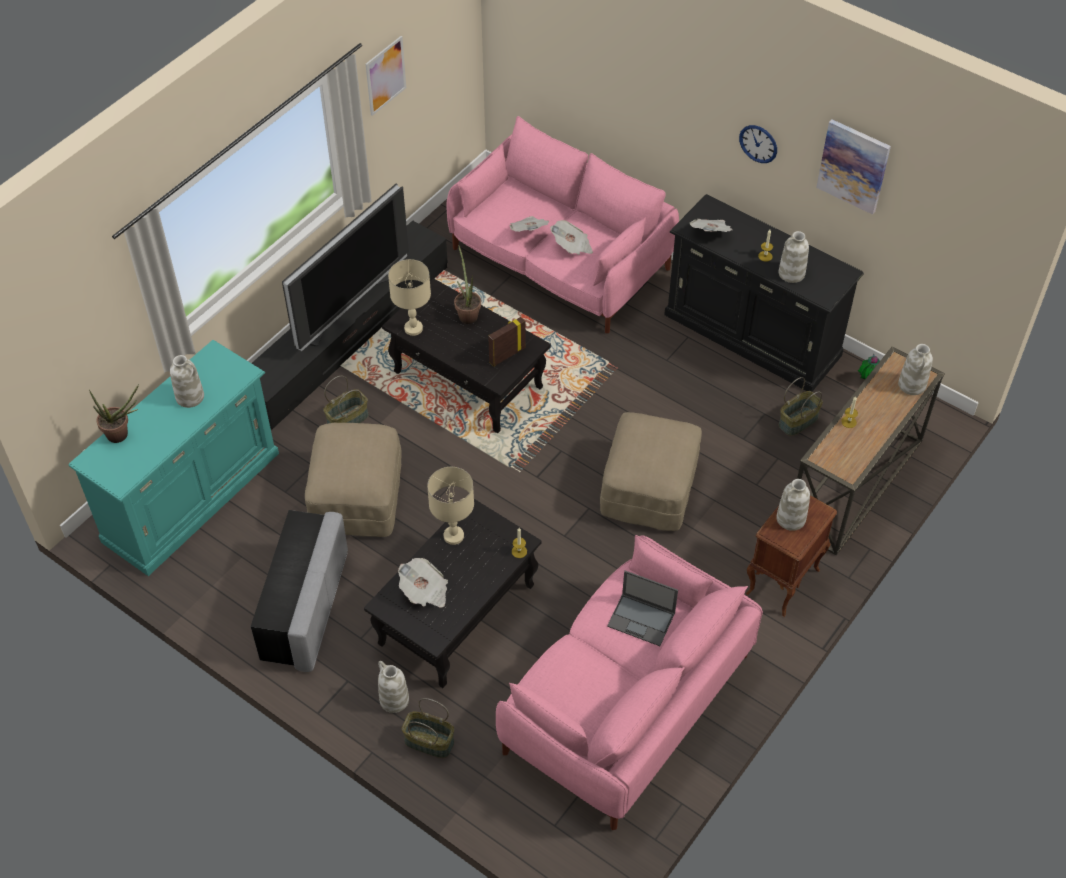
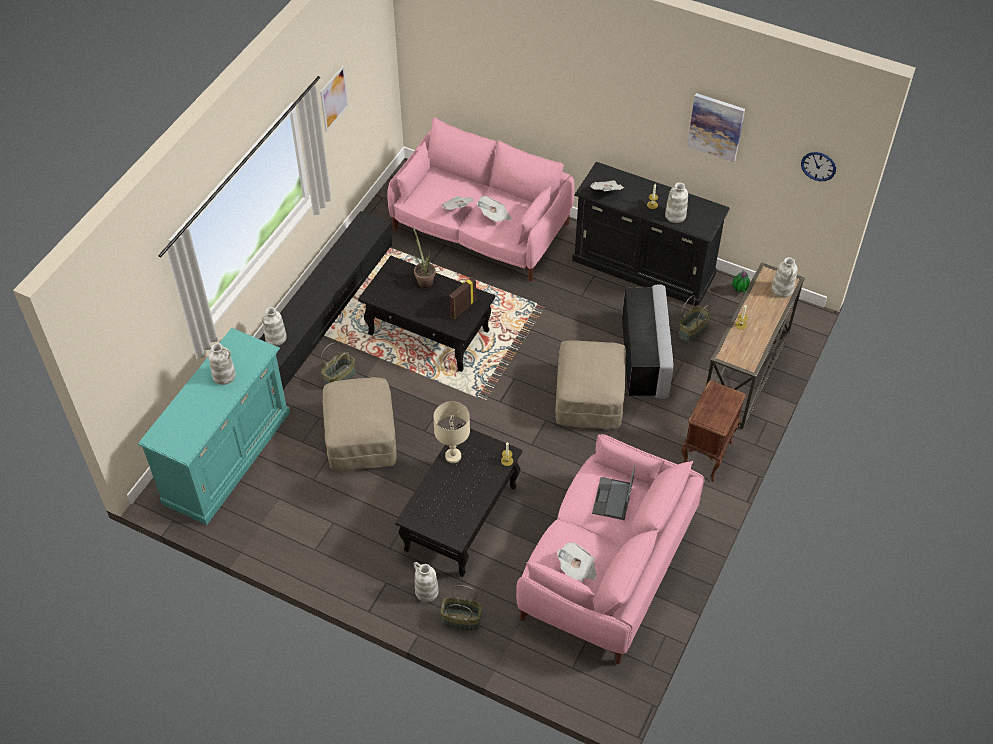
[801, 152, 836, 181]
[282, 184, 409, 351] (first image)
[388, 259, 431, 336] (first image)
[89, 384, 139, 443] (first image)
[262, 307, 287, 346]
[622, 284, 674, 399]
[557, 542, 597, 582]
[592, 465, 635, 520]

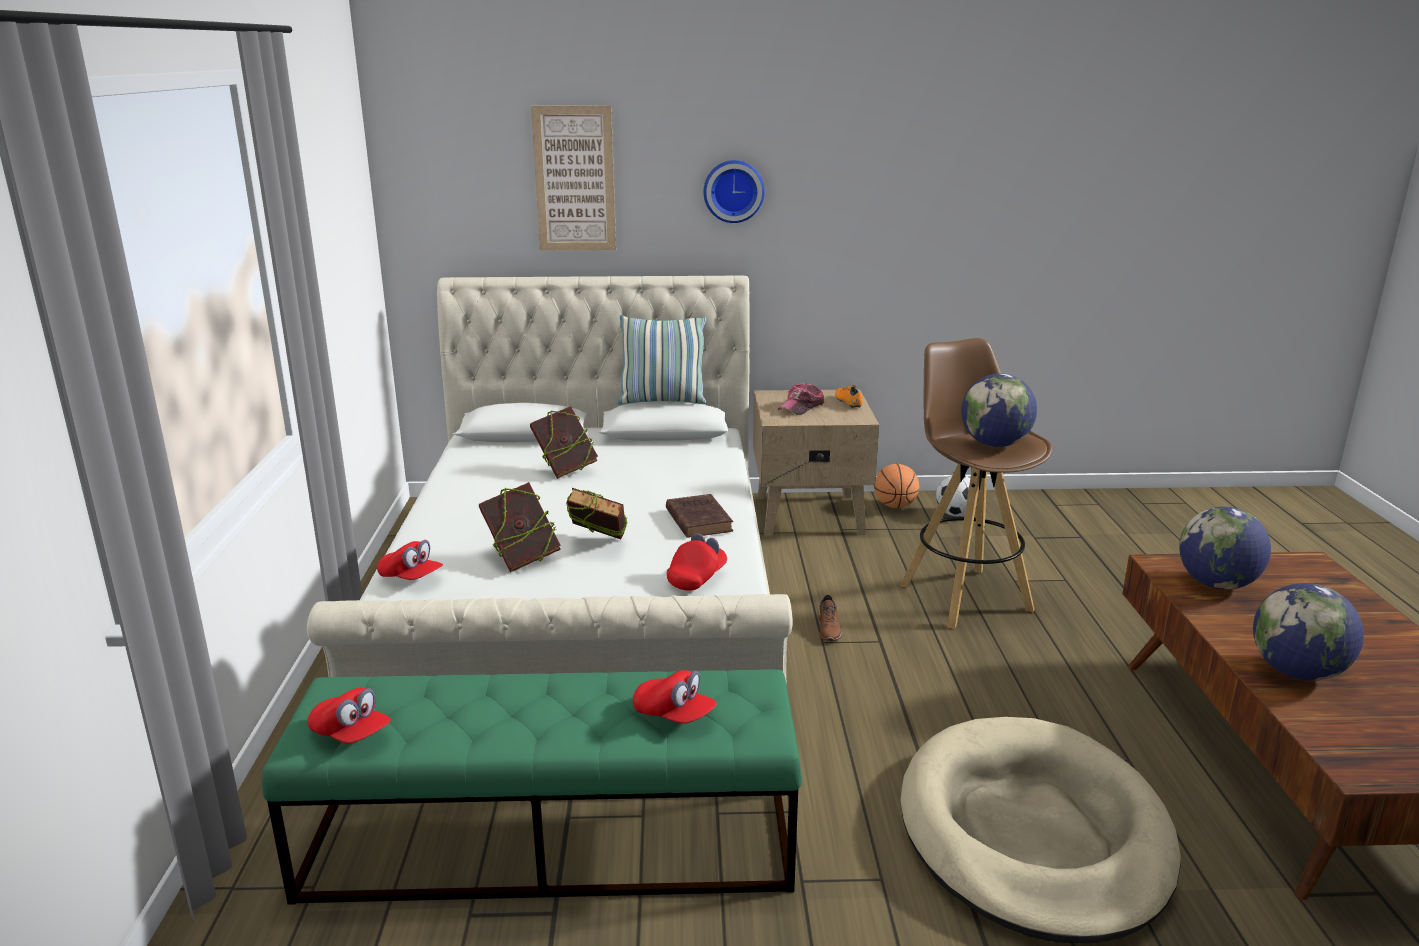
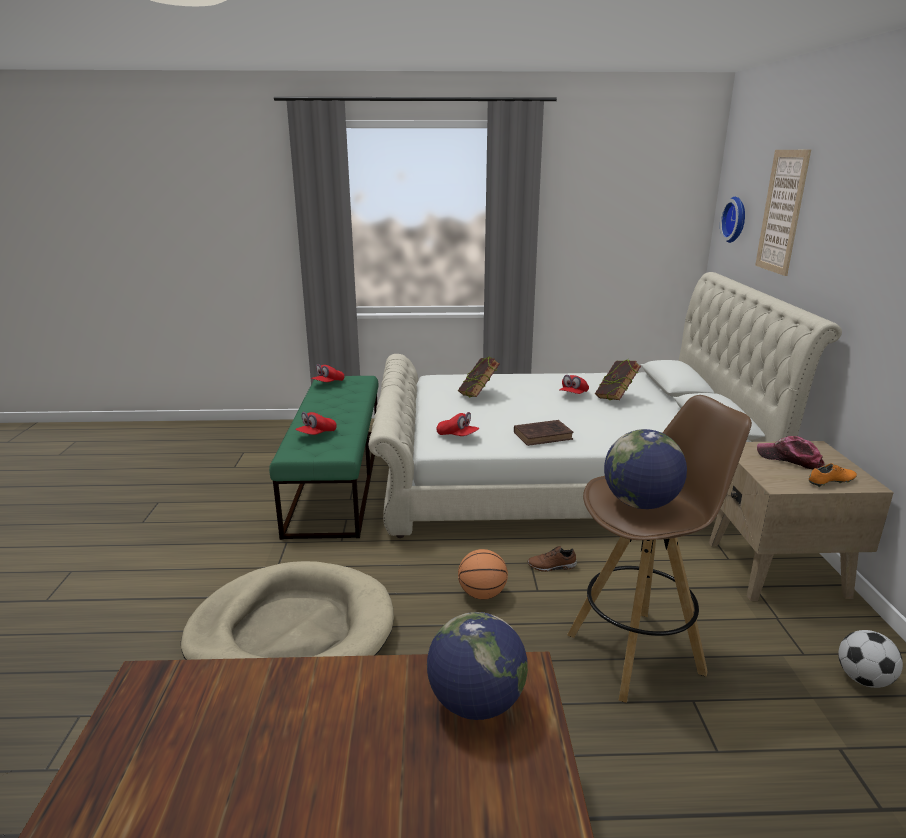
[720, 197, 745, 243]
[617, 315, 706, 405] (first image)
[458, 549, 508, 600]
[566, 488, 628, 539] (first image)
[560, 375, 589, 394]
[1253, 583, 1364, 681] (first image)

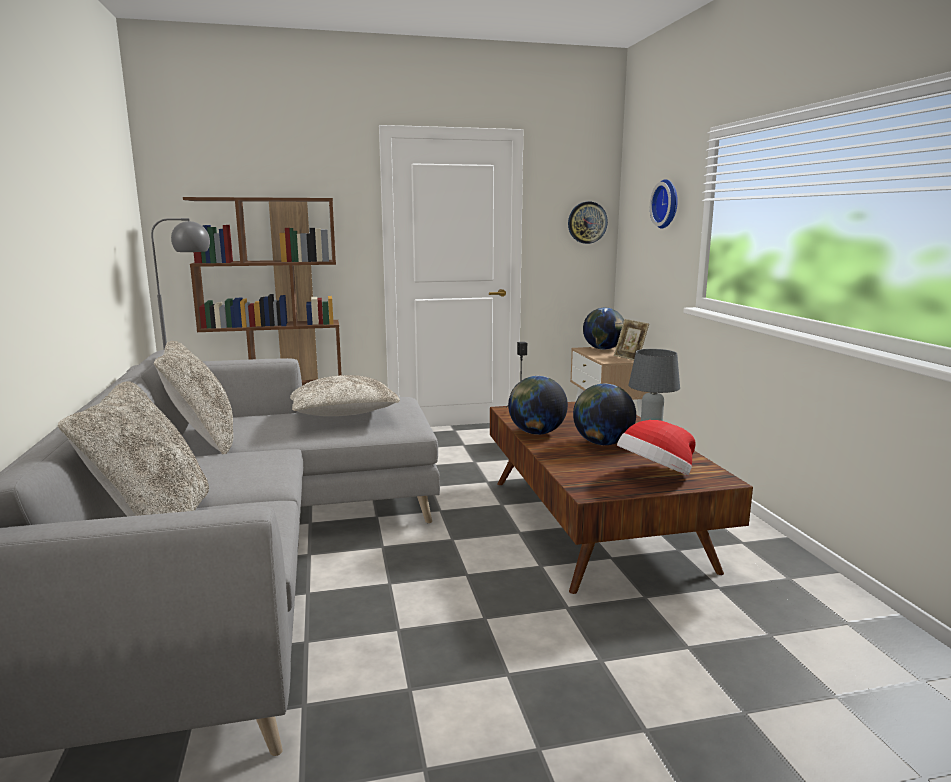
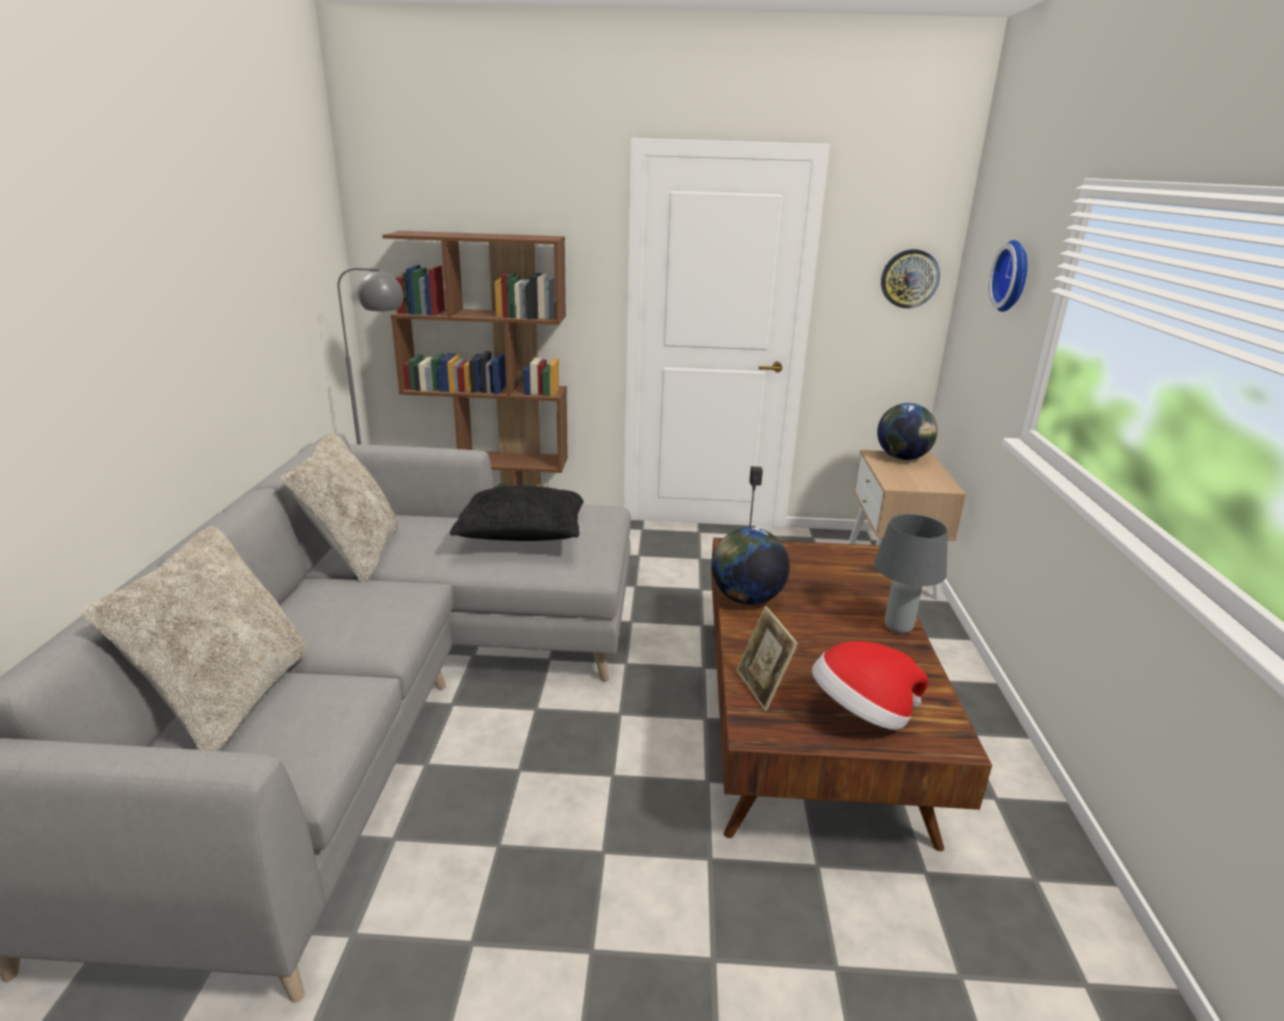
[737, 606, 798, 711]
[450, 486, 583, 541]
[573, 384, 636, 445] (first image)

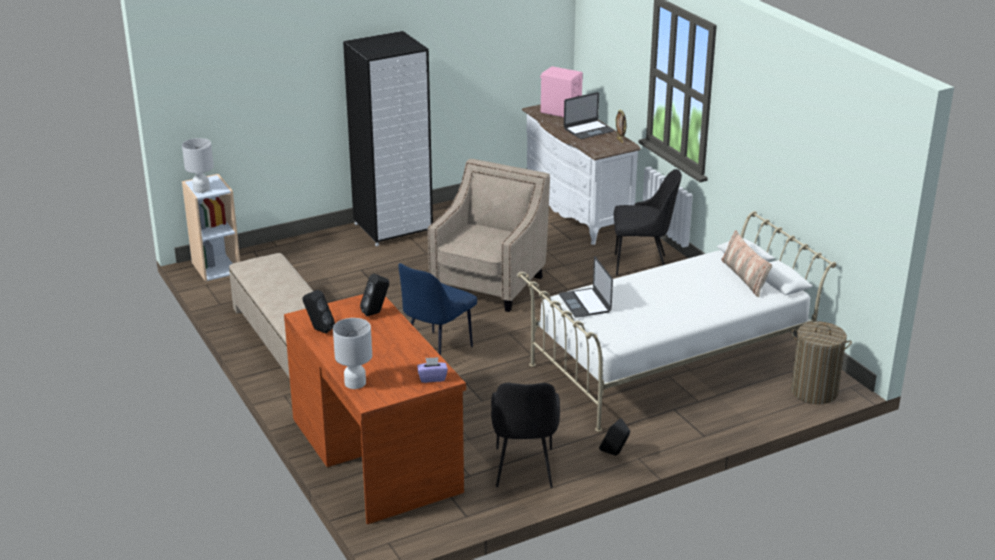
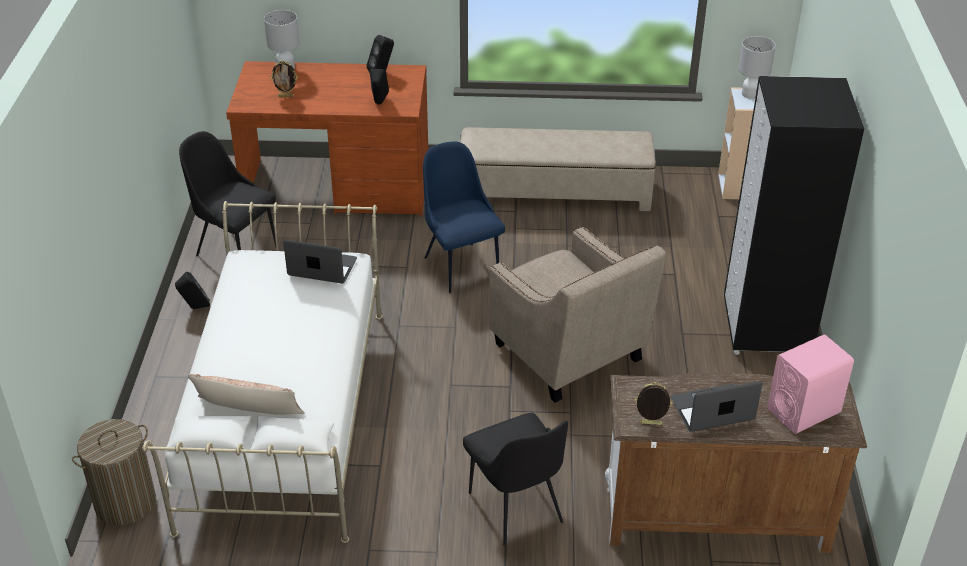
[670, 381, 763, 432]
[463, 413, 568, 546]
[417, 357, 448, 383] (first image)
[270, 61, 298, 97]

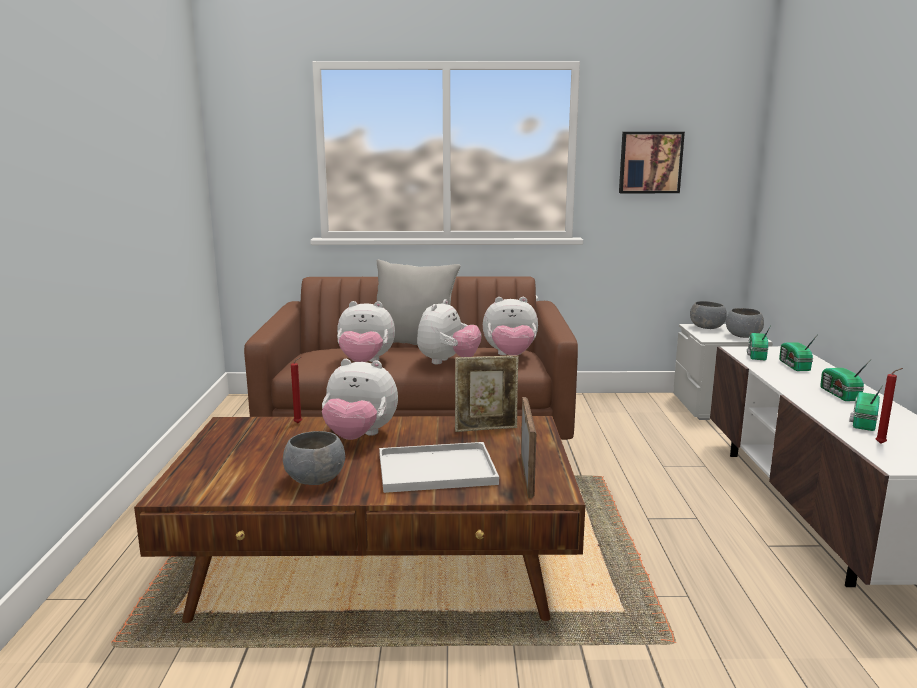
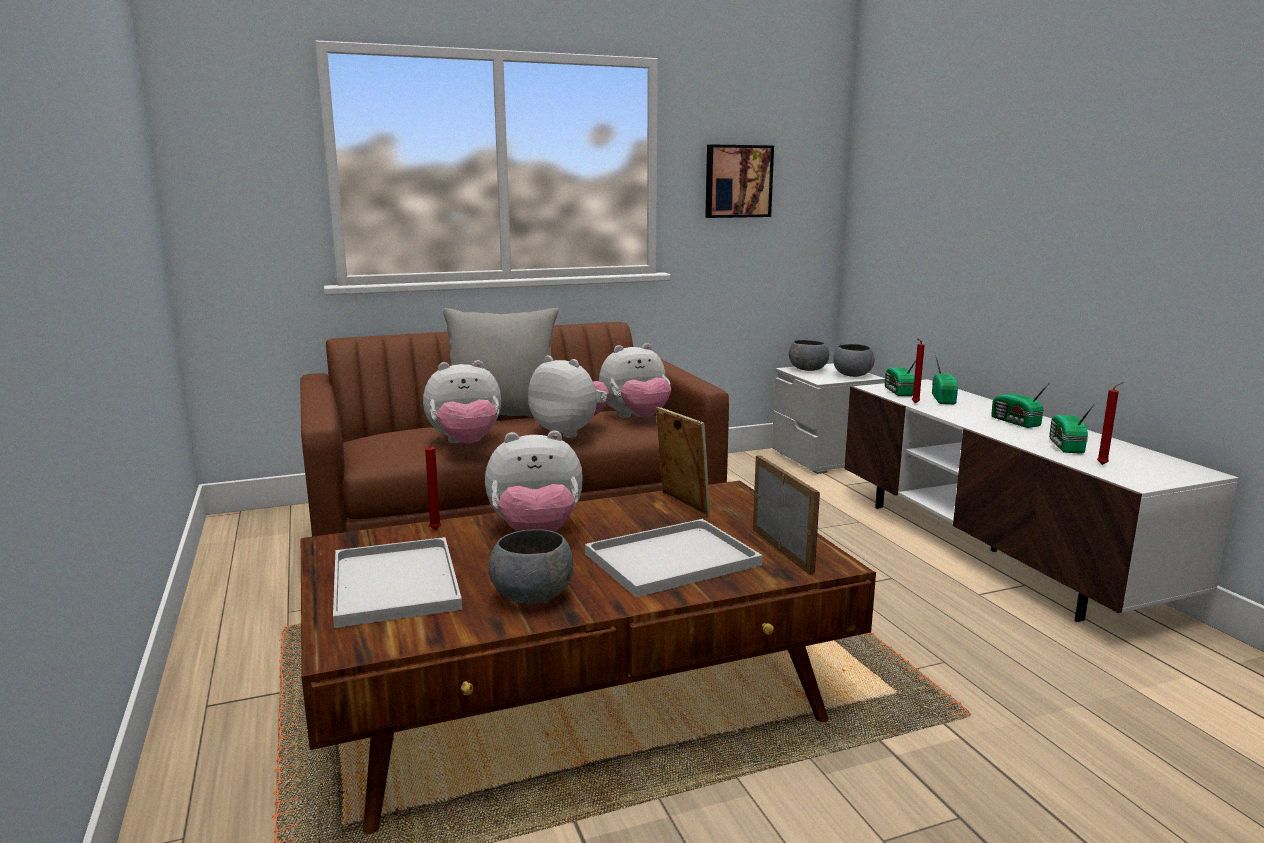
[528, 355, 609, 438]
[932, 354, 958, 404]
[656, 407, 710, 516]
[912, 338, 925, 403]
[333, 537, 462, 628]

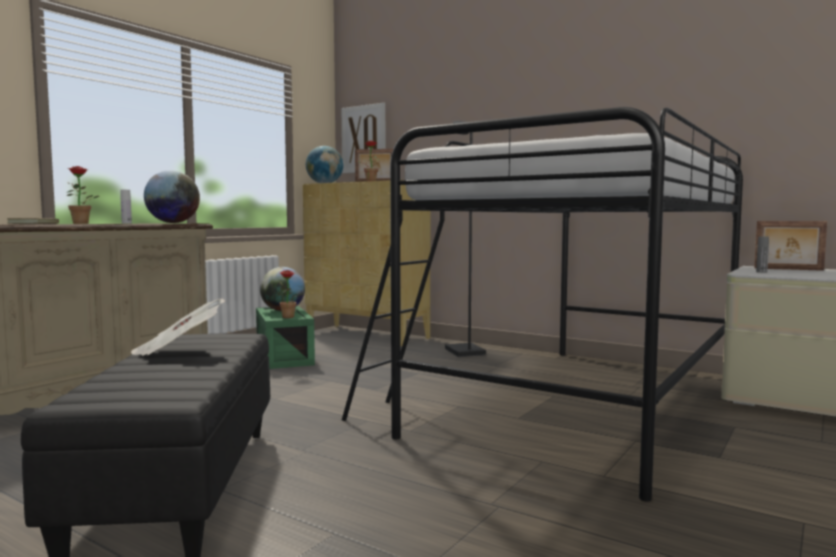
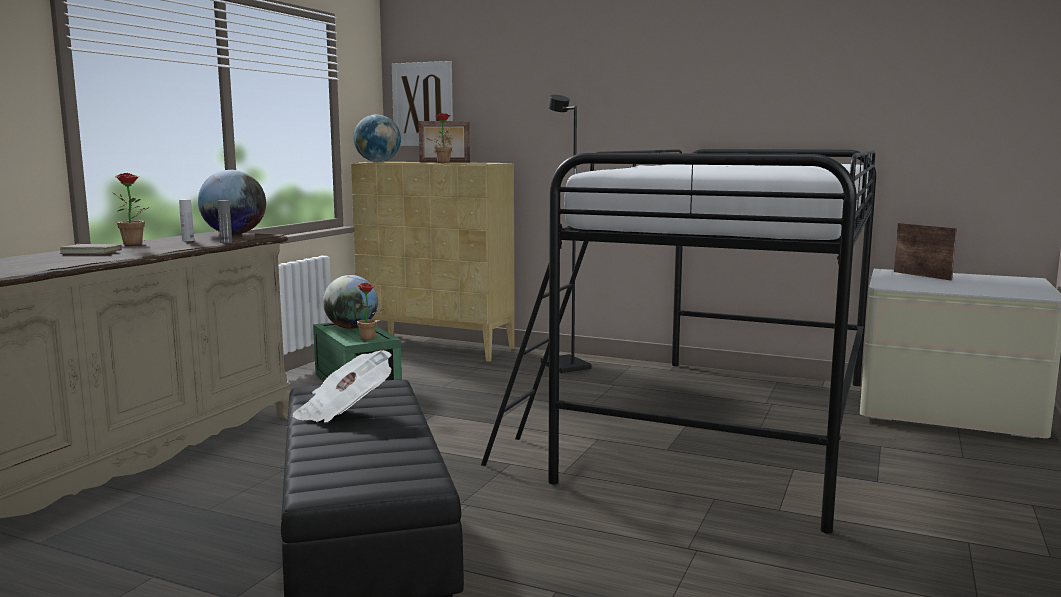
[894, 223, 957, 281]
[218, 200, 232, 243]

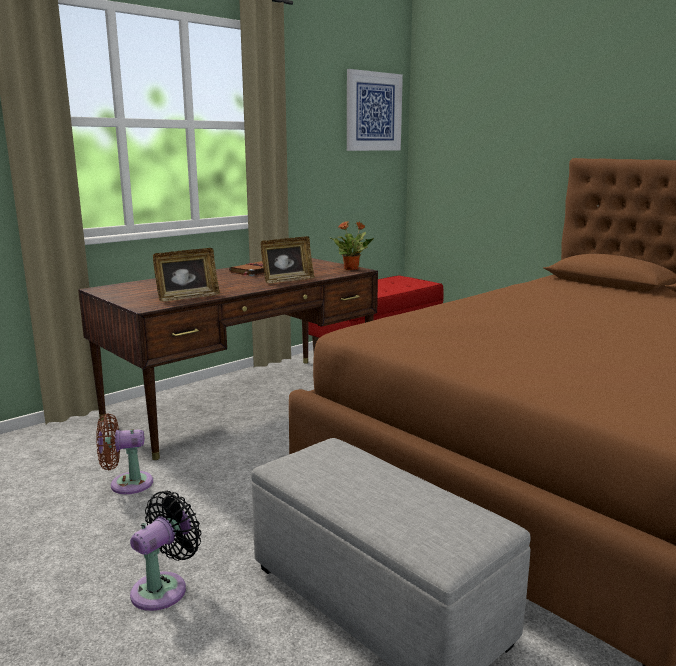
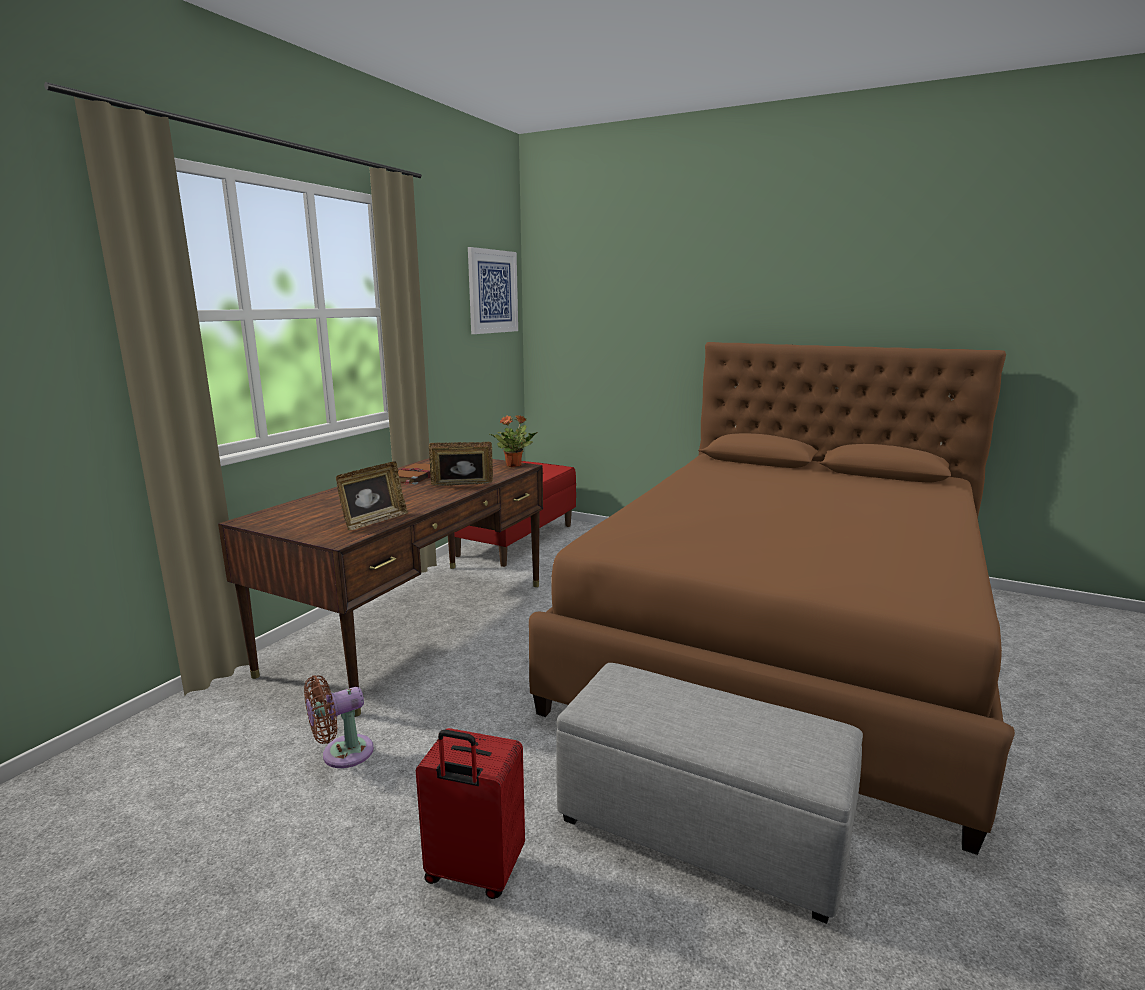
[429, 442, 493, 486]
[416, 728, 525, 899]

